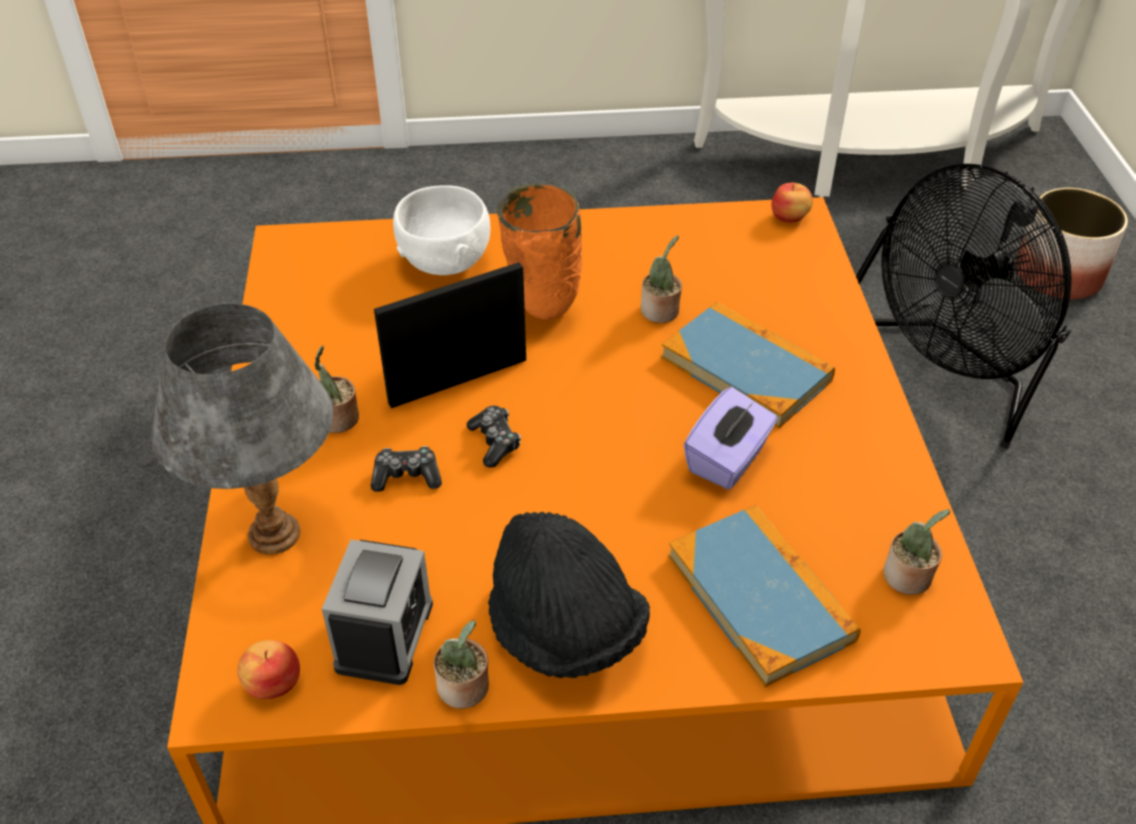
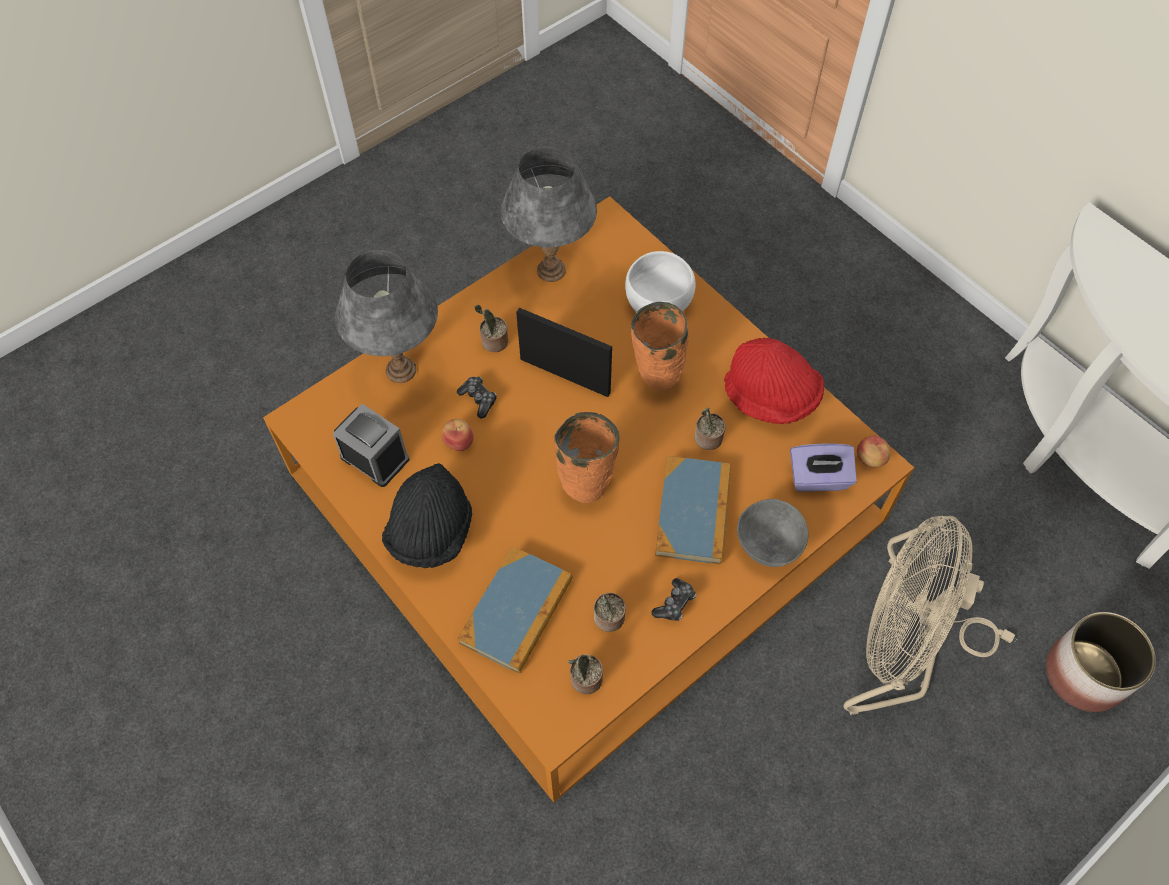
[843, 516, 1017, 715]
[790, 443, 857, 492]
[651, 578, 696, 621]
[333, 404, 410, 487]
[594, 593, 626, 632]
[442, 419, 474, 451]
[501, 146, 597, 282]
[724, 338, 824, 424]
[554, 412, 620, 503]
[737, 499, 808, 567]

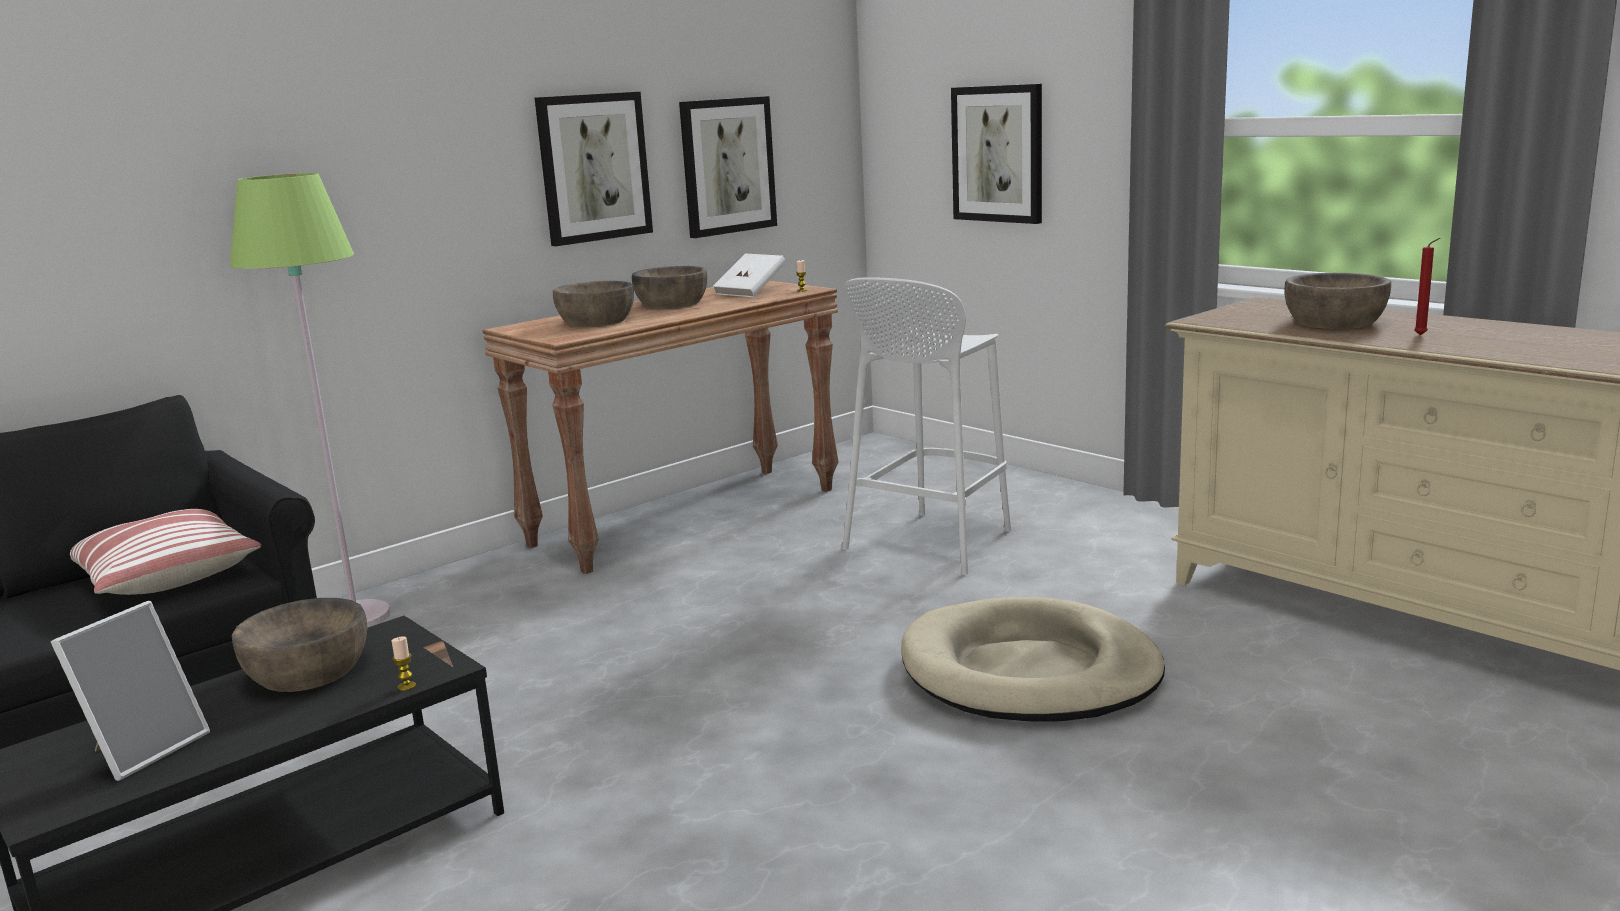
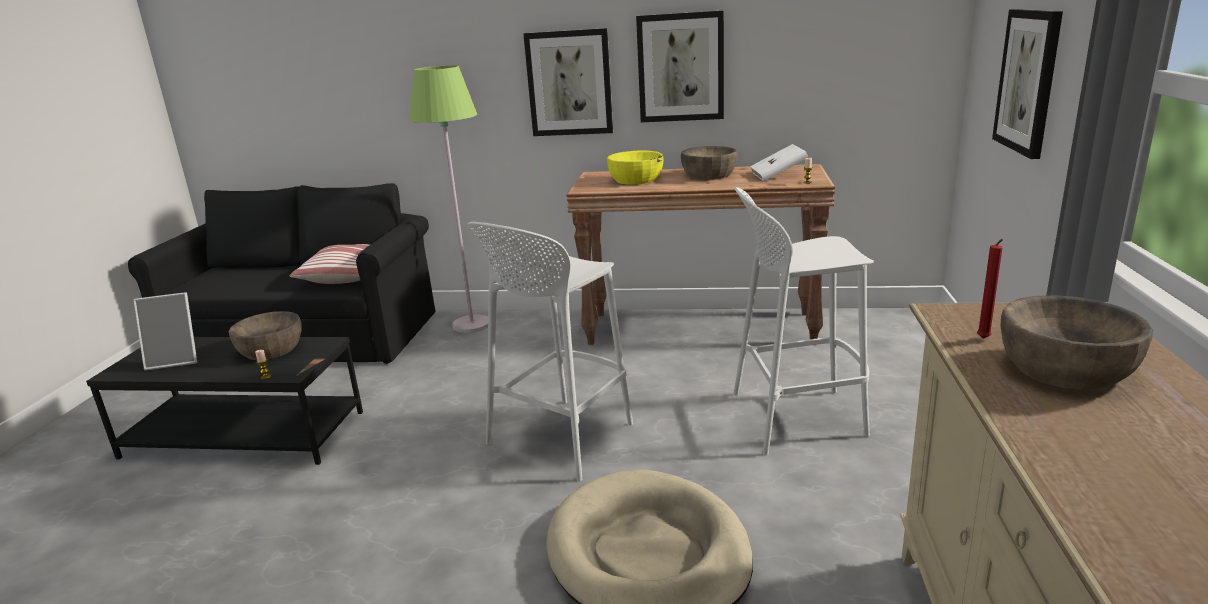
[523, 28, 613, 136]
[977, 239, 1003, 339]
[607, 151, 663, 185]
[467, 222, 633, 481]

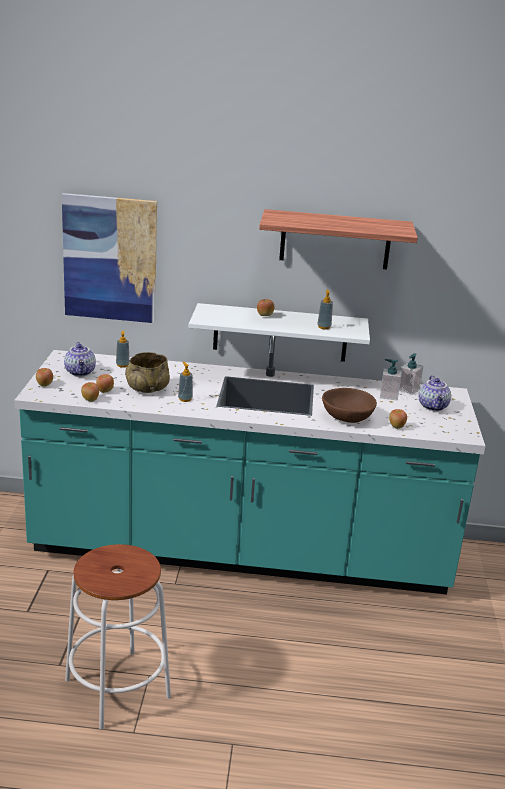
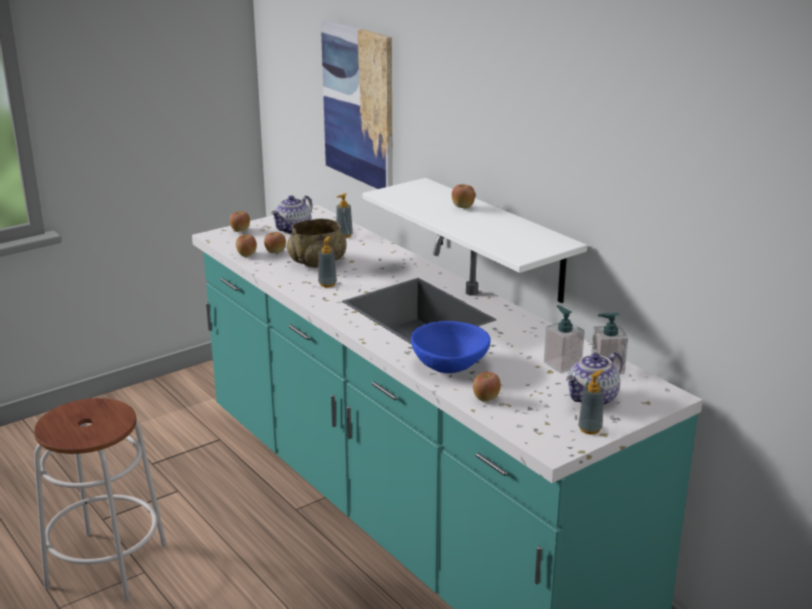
[259, 209, 418, 269] (first image)
[578, 370, 604, 435]
[411, 321, 491, 373]

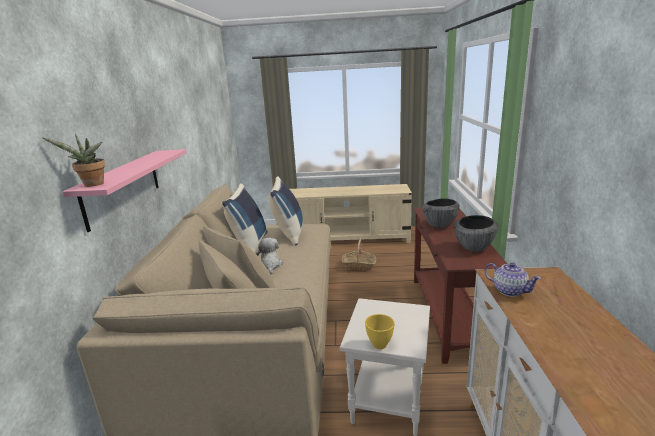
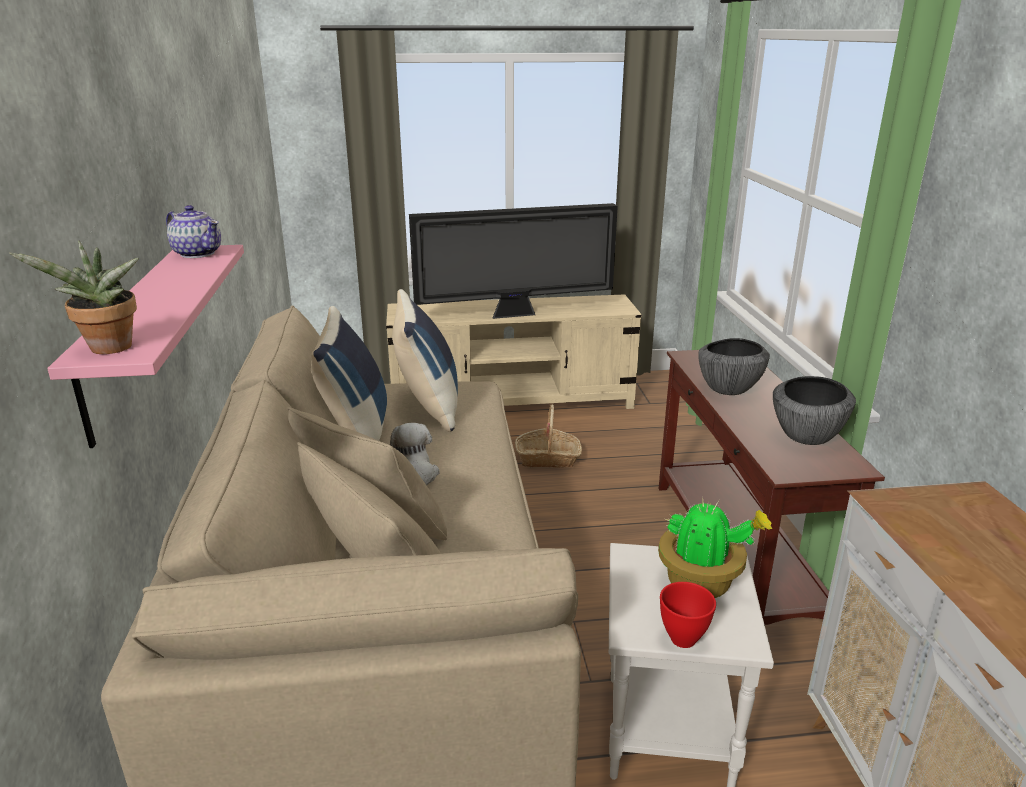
[166, 205, 221, 258]
[660, 582, 716, 648]
[409, 203, 618, 319]
[658, 495, 772, 598]

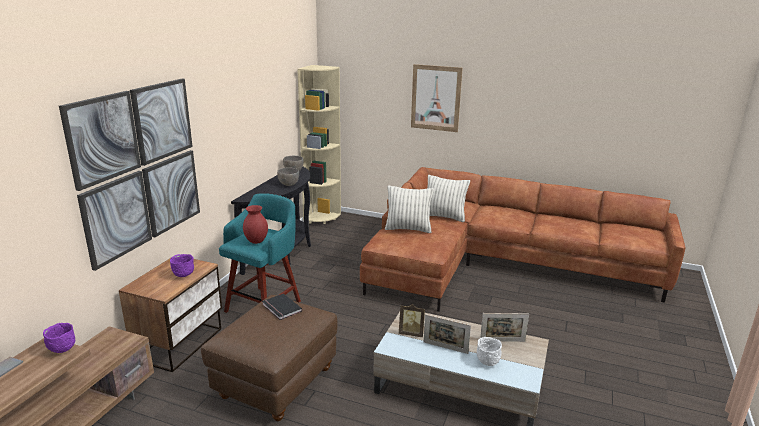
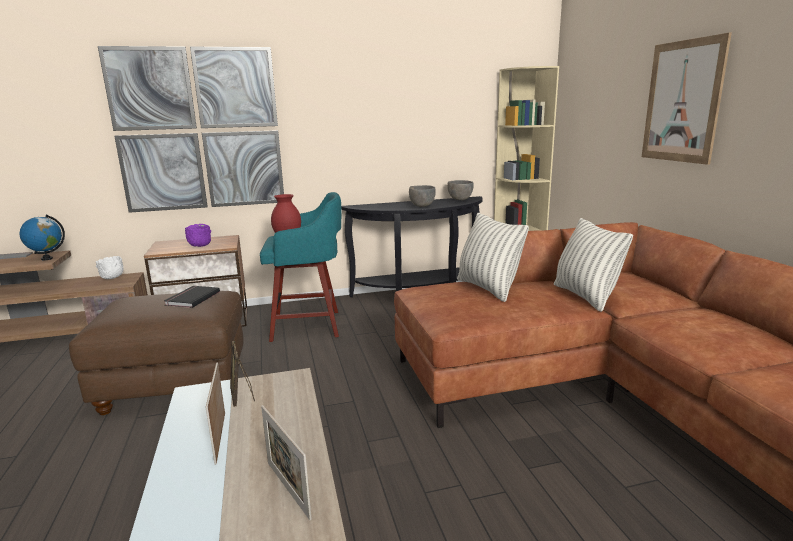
[19, 215, 65, 261]
[96, 256, 124, 279]

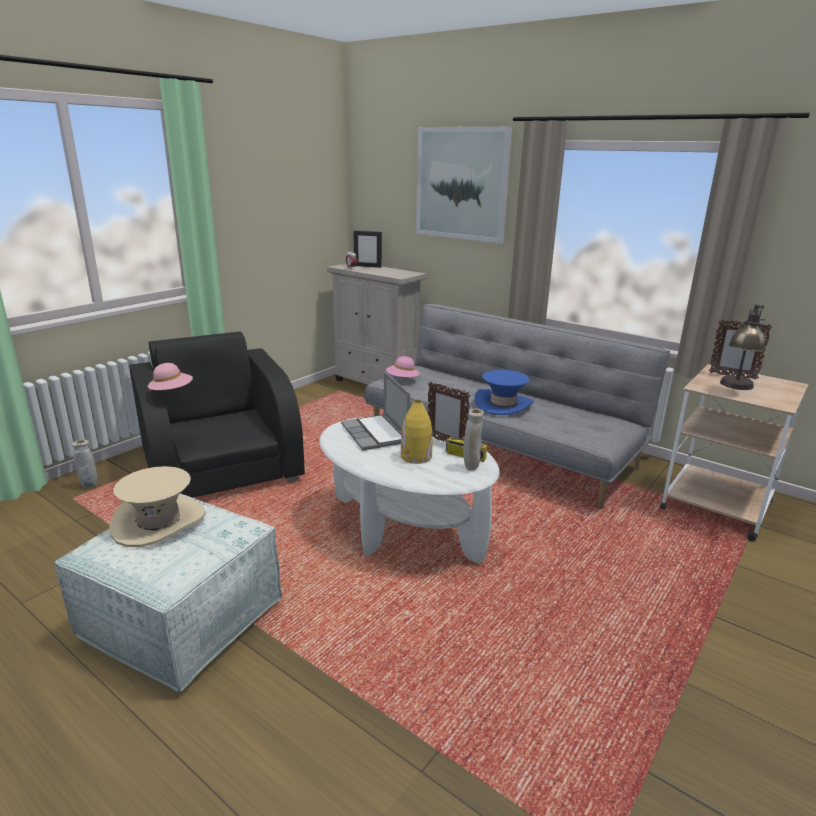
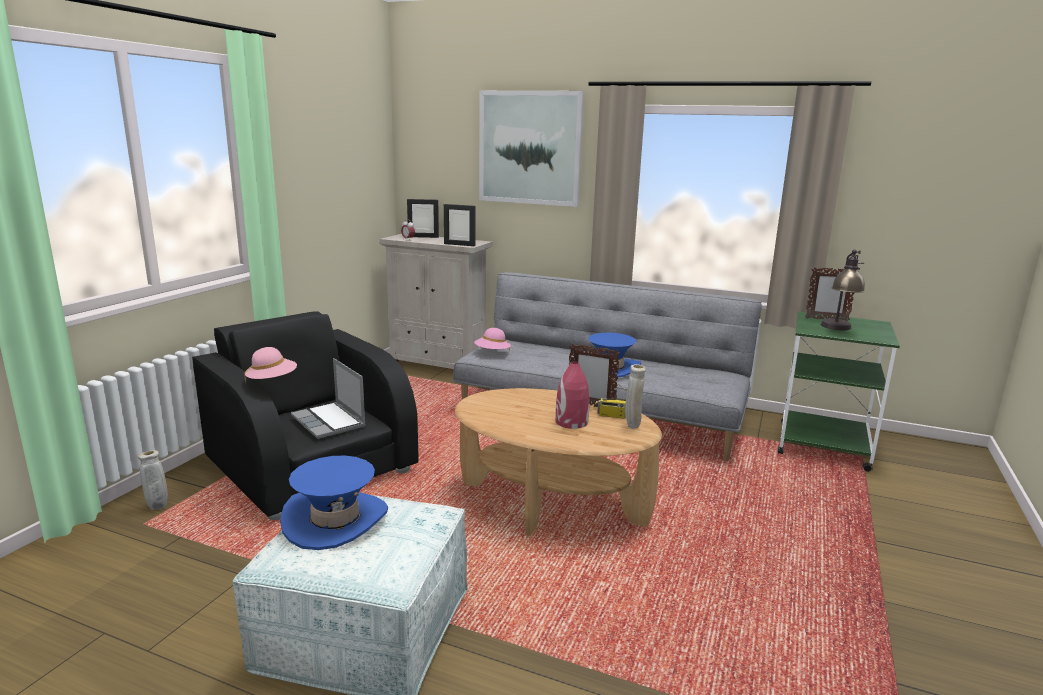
[778, 312, 900, 472]
[291, 358, 366, 439]
[555, 361, 589, 429]
[455, 388, 662, 536]
[280, 455, 388, 550]
[444, 204, 476, 246]

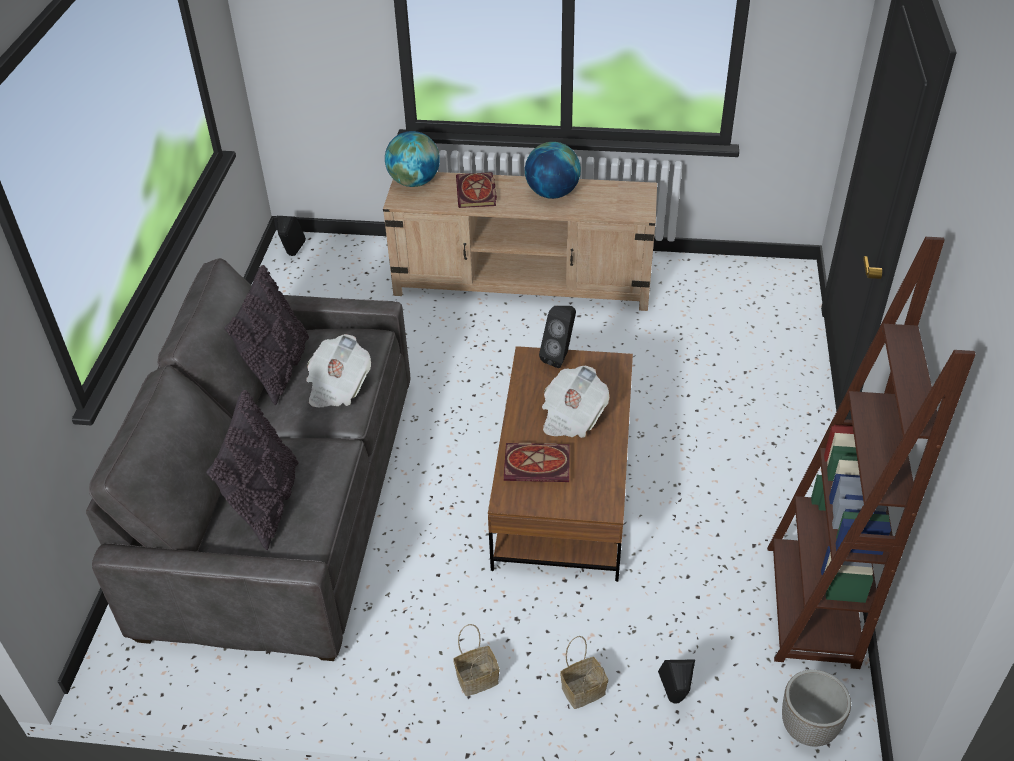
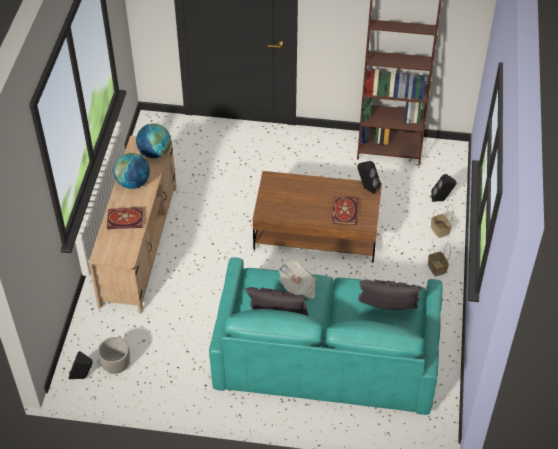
[136, 123, 171, 158]
[209, 258, 443, 415]
[357, 161, 381, 194]
[542, 366, 609, 438] (first image)
[98, 337, 130, 374]

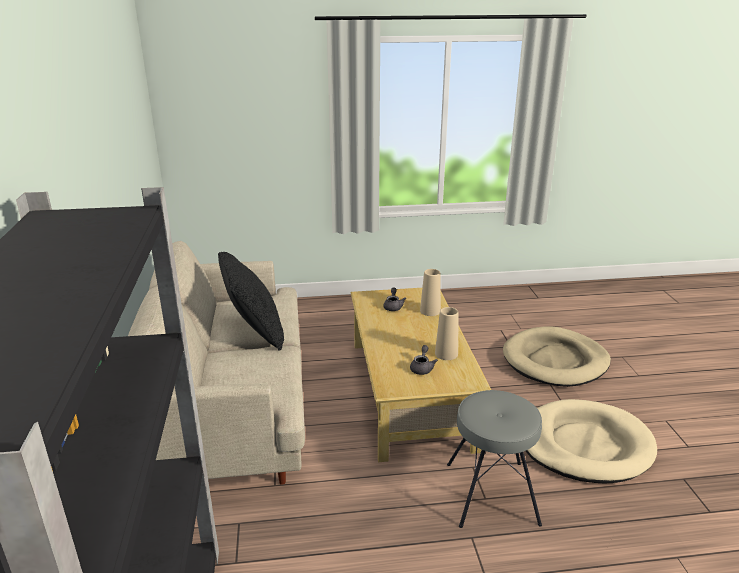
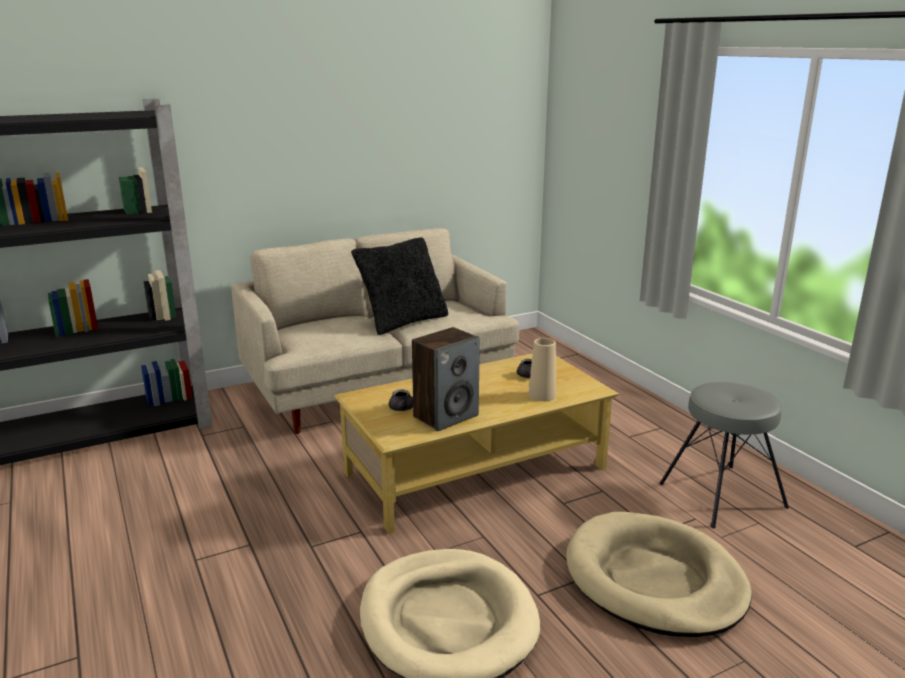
[412, 327, 480, 432]
[659, 382, 789, 528]

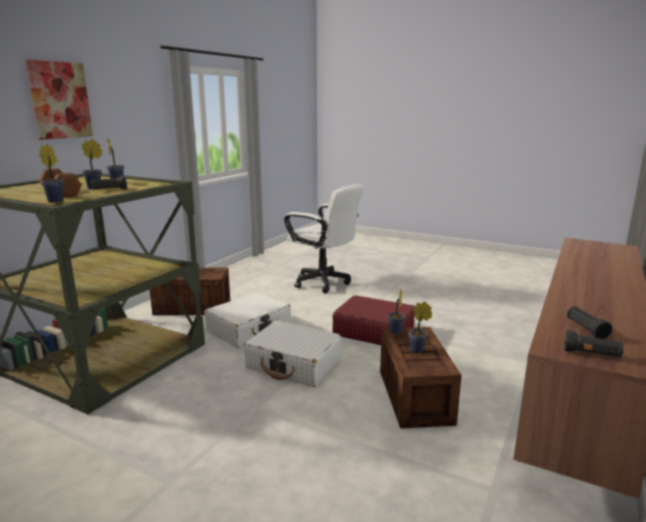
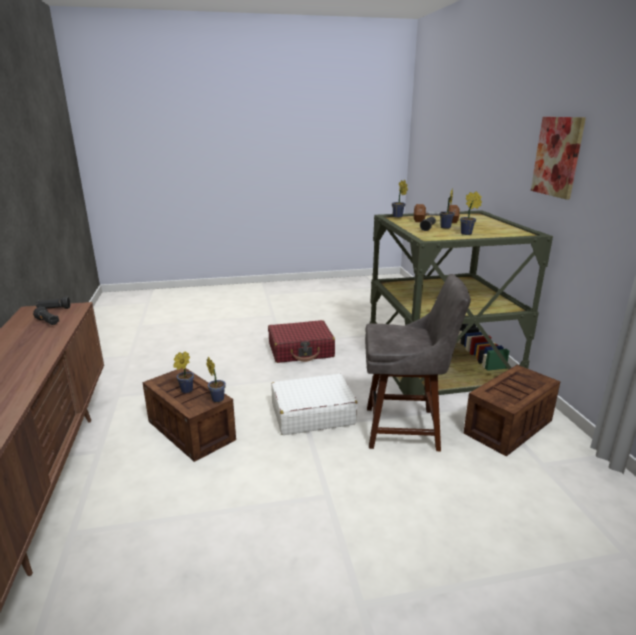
[284, 184, 364, 293] (first image)
[365, 274, 471, 451]
[268, 320, 335, 363]

